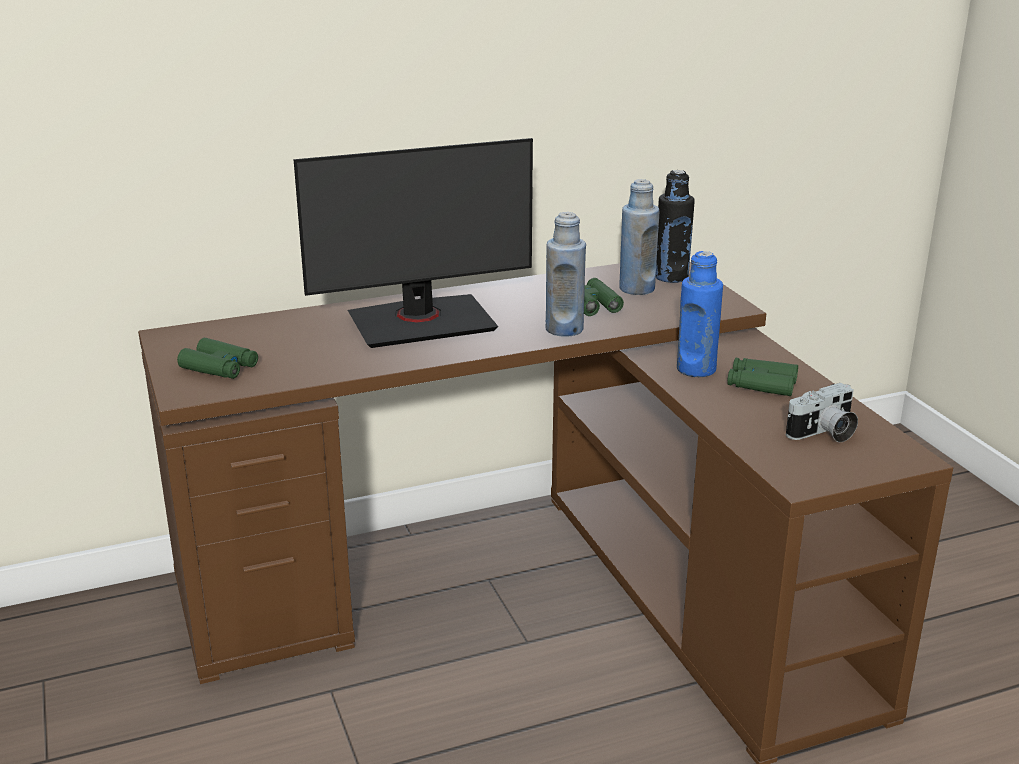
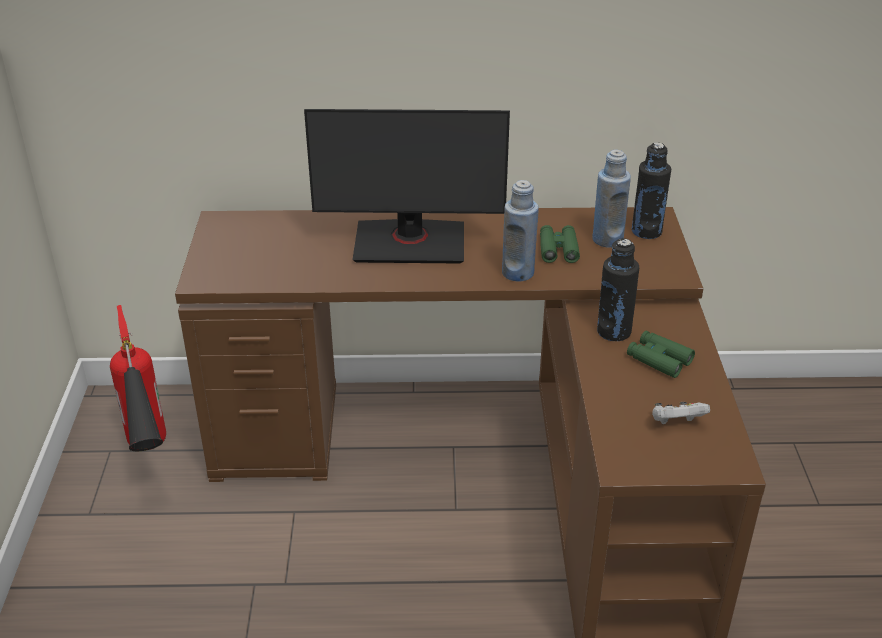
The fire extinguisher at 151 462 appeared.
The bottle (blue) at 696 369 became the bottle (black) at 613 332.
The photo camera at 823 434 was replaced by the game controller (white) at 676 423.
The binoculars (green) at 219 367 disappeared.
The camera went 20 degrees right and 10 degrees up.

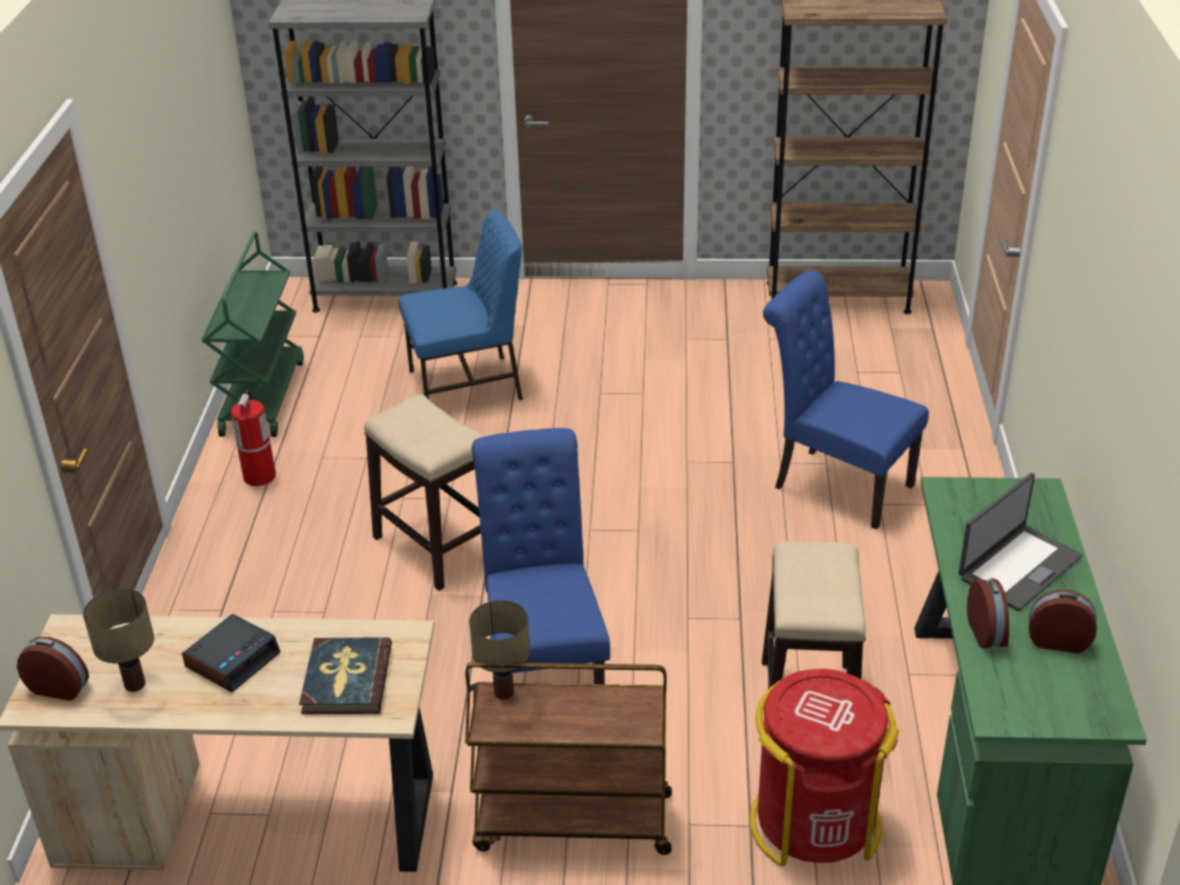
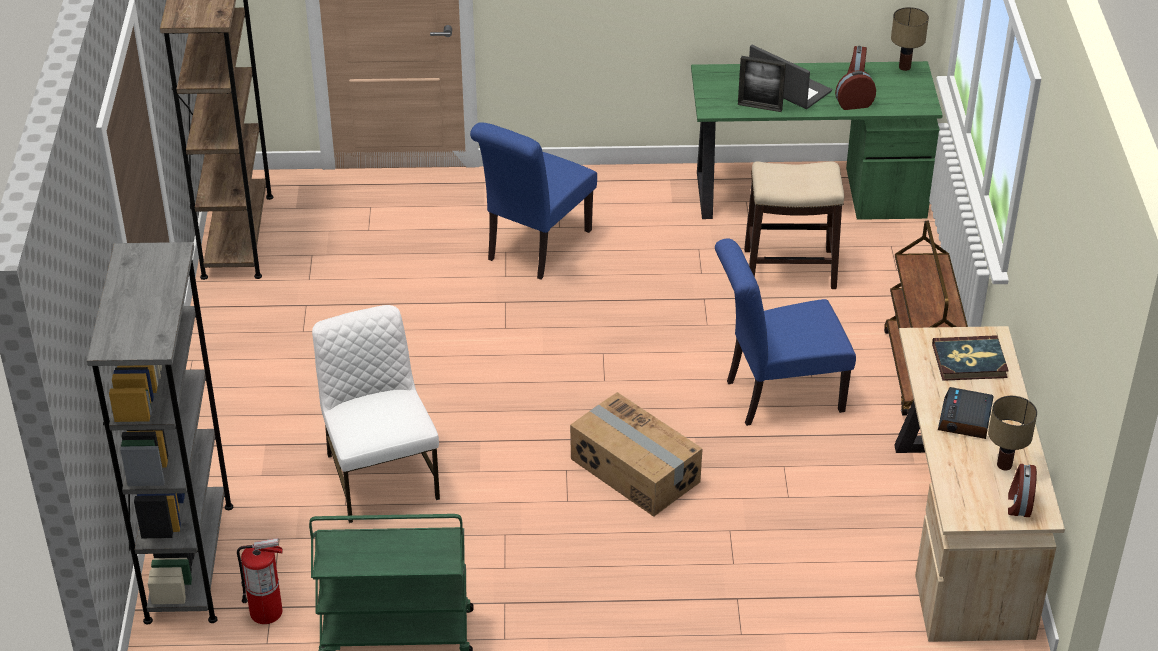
The fire extinguisher moved from 259 477 to 266 612.
The chair (blue) at 468 386 became the chair (white) at 380 475.
The stool at 436 545 was replaced by the cardboard box at 634 471.
The picture frame at 760 107 appeared.
The table lamp moved from 503 692 to 904 67.
The alarm clock at 233 659 turned 105 degrees counterclockwise.
The trash can (red) at 814 823 disappeared.
The camera went 95 degrees left and 5 degrees up.

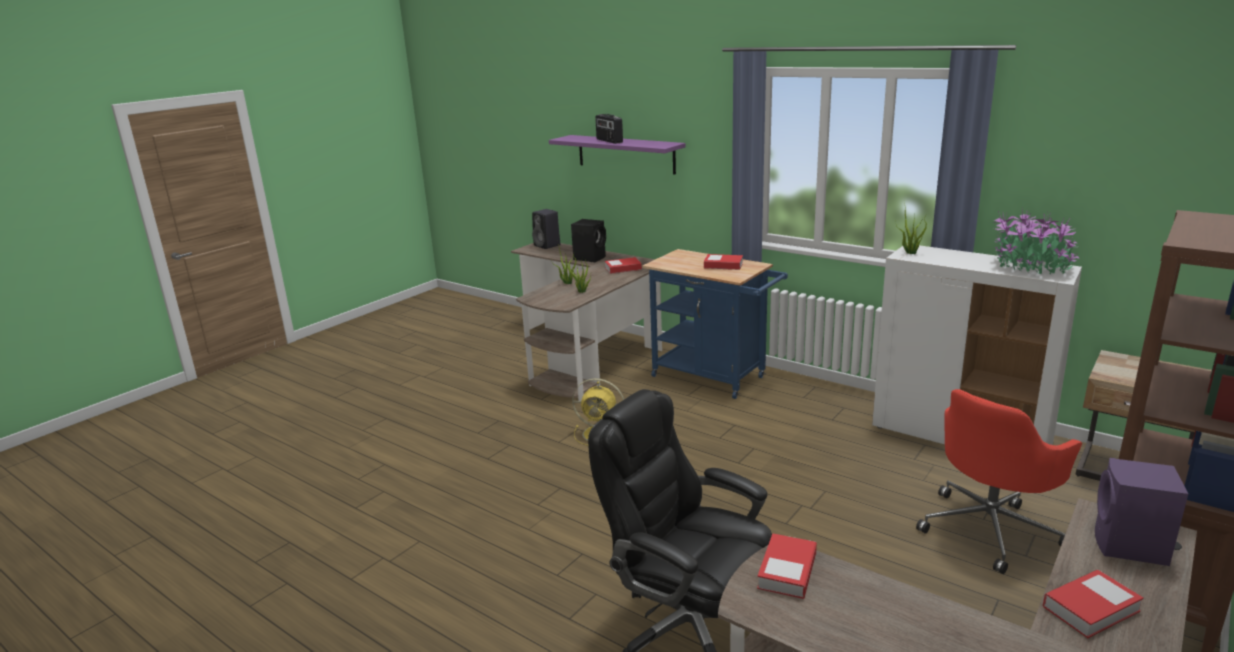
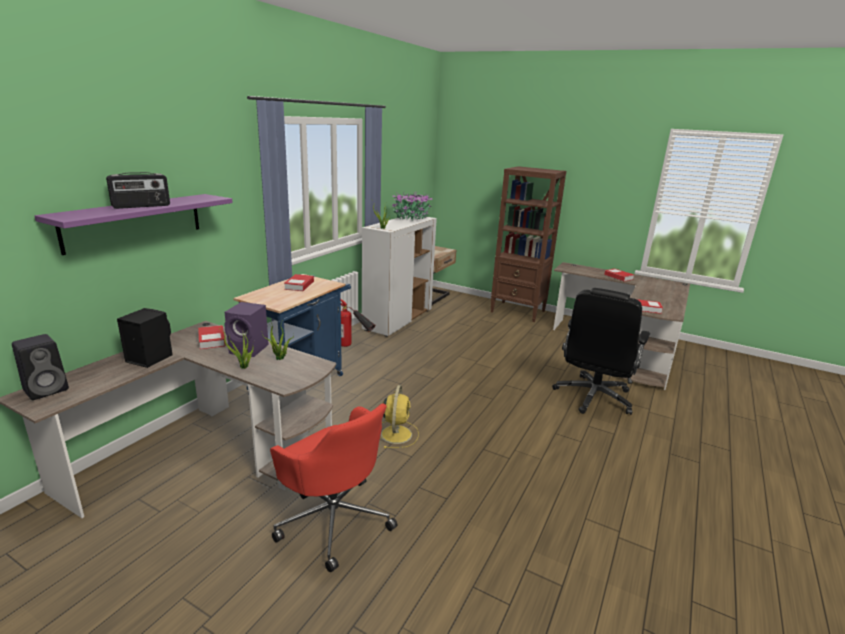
The speaker (purple) moved from 1129 547 to 250 349.
The office chair (red) moved from 990 528 to 333 519.
The fire extinguisher at 354 347 appeared.
The camera went 100 degrees left and 0 degrees up.

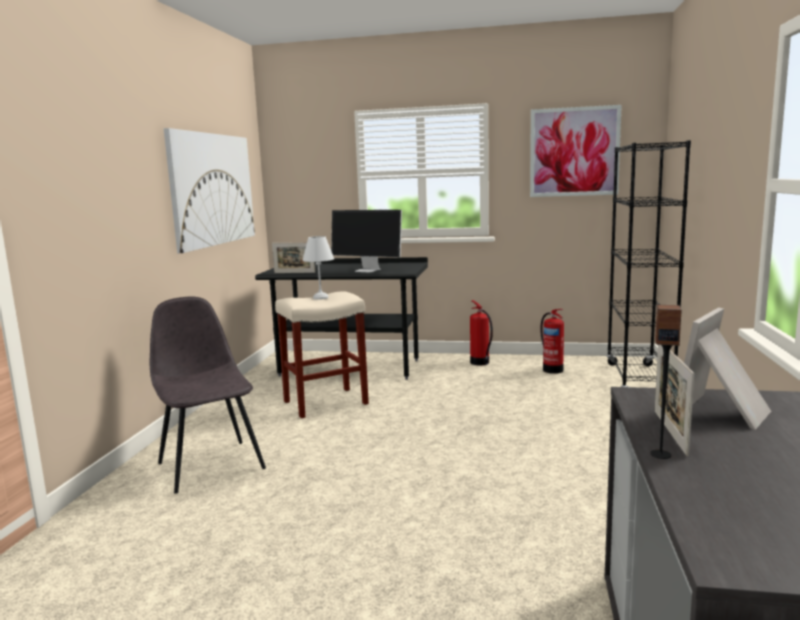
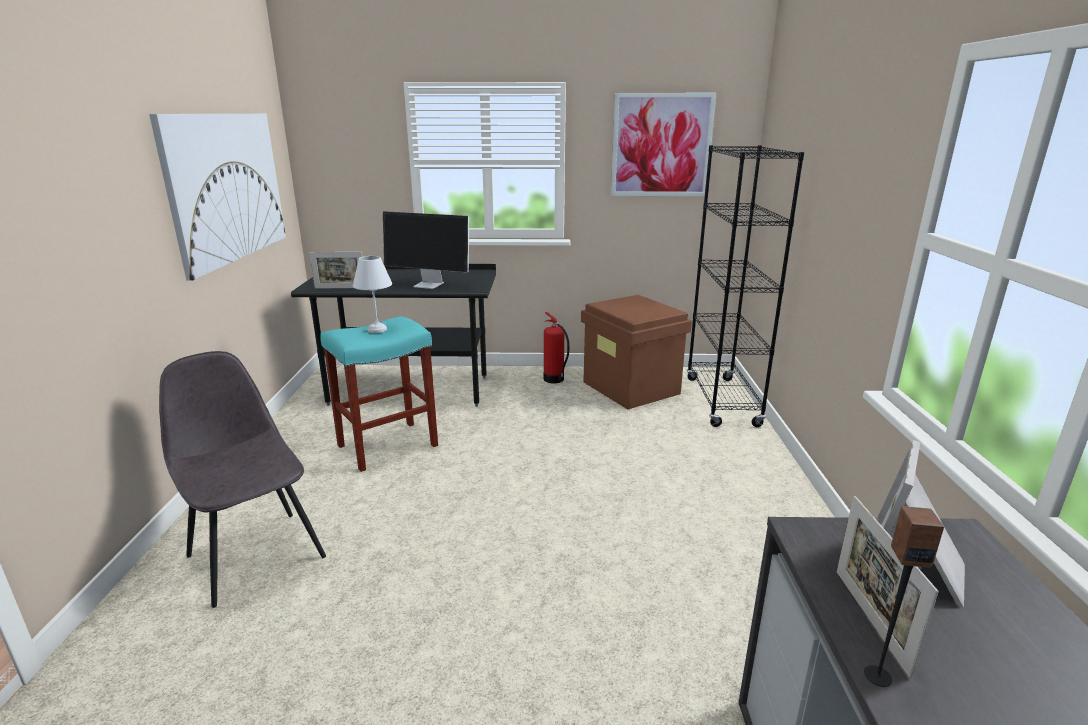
The stool (beige) at 324 403 became the stool (turquoise) at 386 446.
The fire extinguisher at 552 369 was replaced by the storage box (brown) at 632 388.
The camera went 10 degrees left and 10 degrees up.

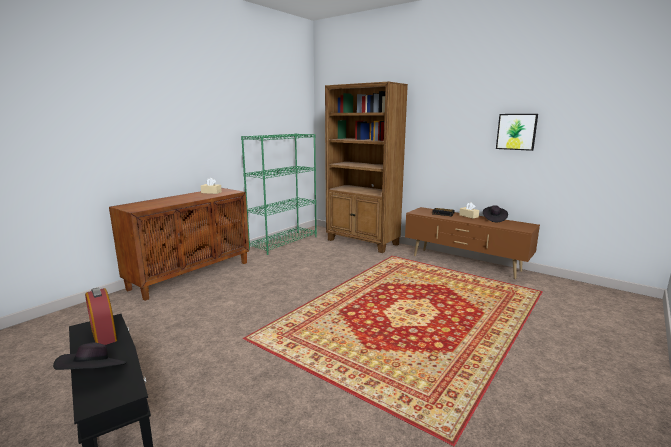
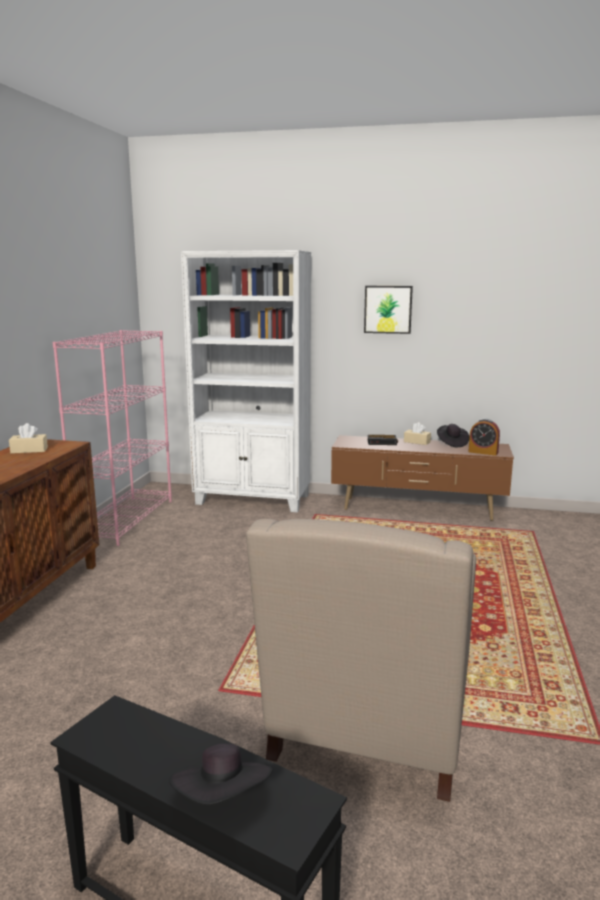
The bookcase (green) at 284 242 became the bookcase (pink) at 126 519.
The bookcase (brown) at 362 242 became the bookcase (white) at 253 500.
The armchair (beige) at 370 724 appeared.
The picture moved from 516 131 to 388 309.
The alarm clock moved from 104 335 to 483 452.
The camera went 25 degrees left and 0 degrees up.

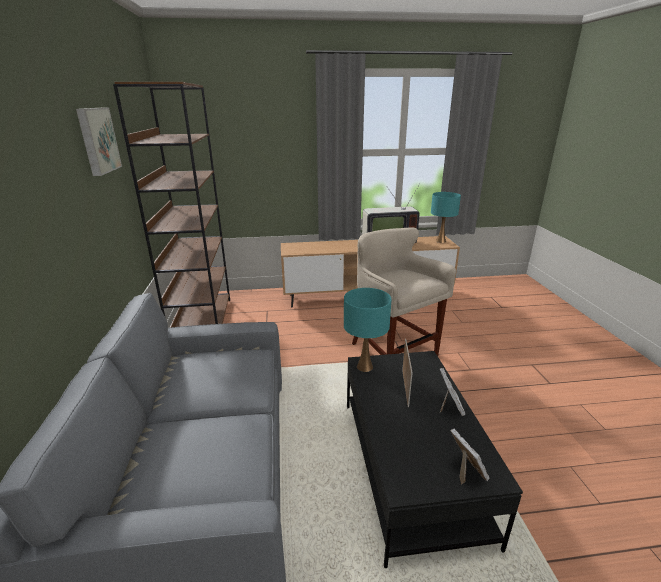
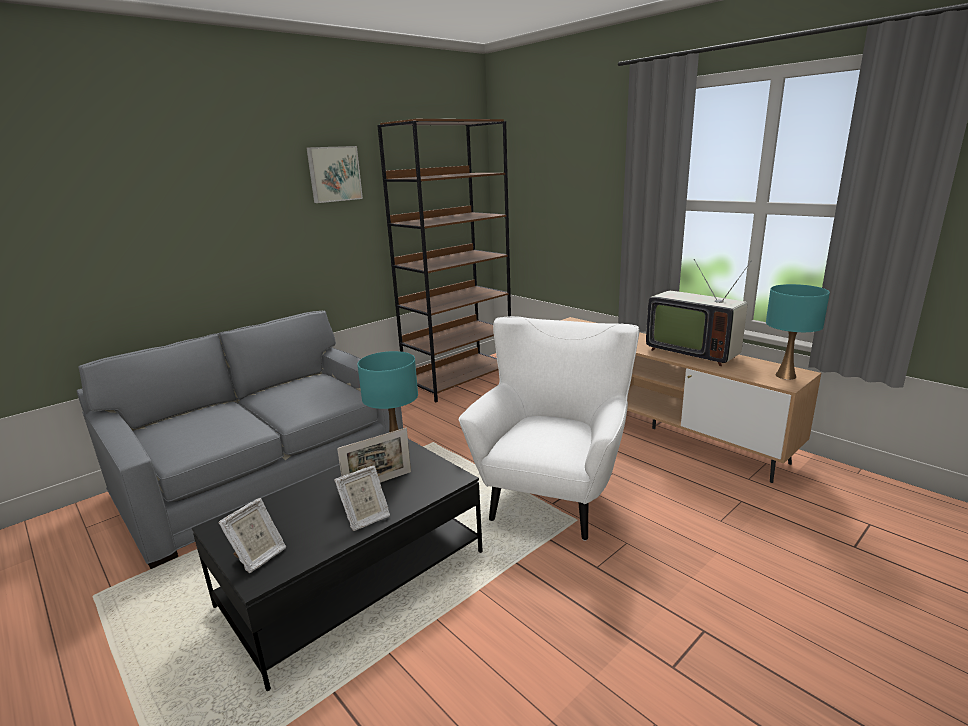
The stool (beige) at 393 351 was replaced by the armchair (white) at 554 492.
The camera went 55 degrees right and 5 degrees down.

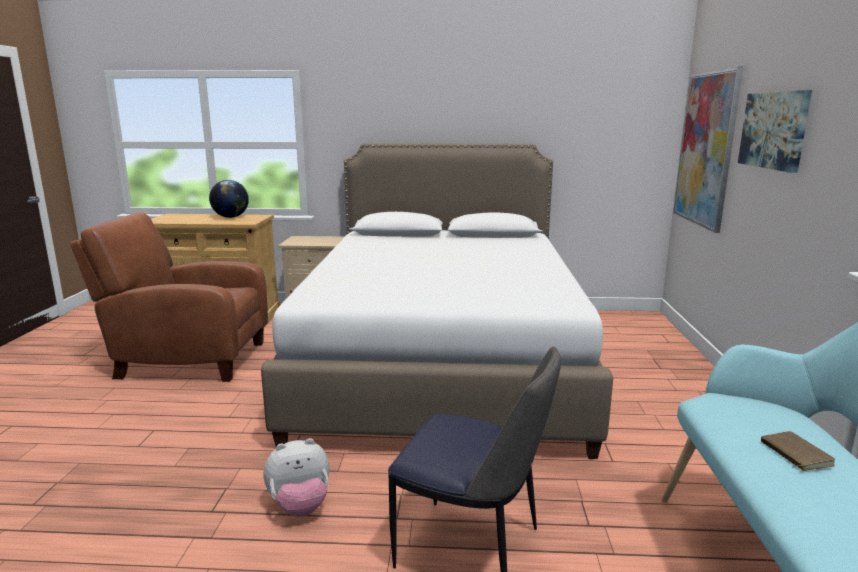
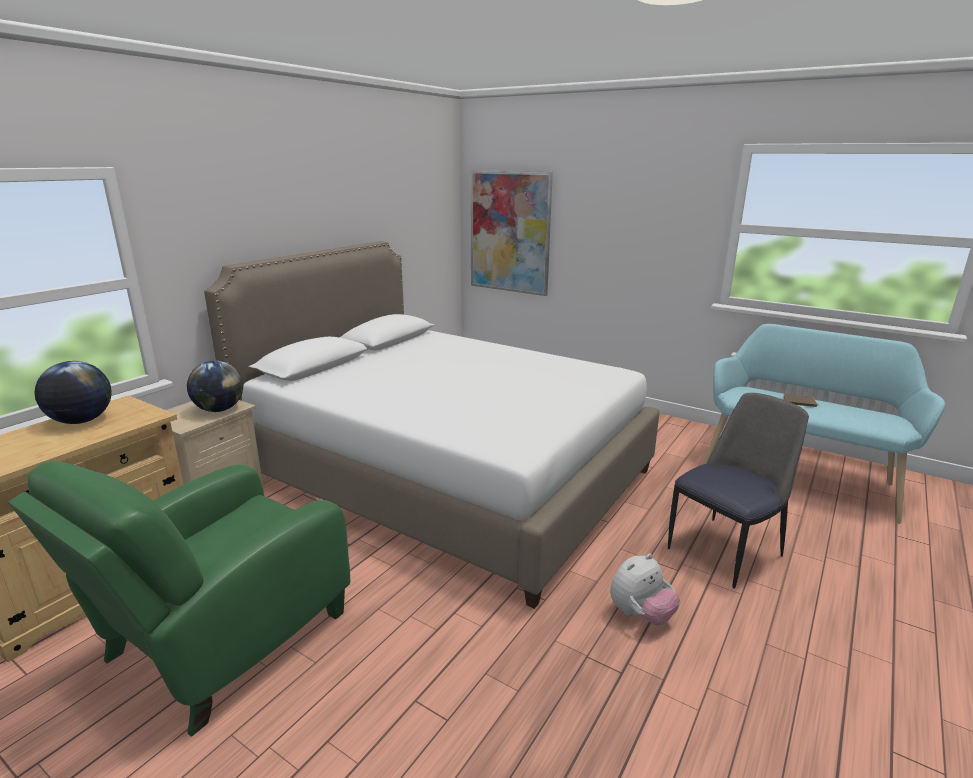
The armchair (brown) at 188 359 became the armchair (green) at 222 640.
The globe at 219 409 appeared.
The plush toy at 300 506 turned 45 degrees clockwise.
The picture at 774 130 disappeared.
The camera went 60 degrees left and 5 degrees up.

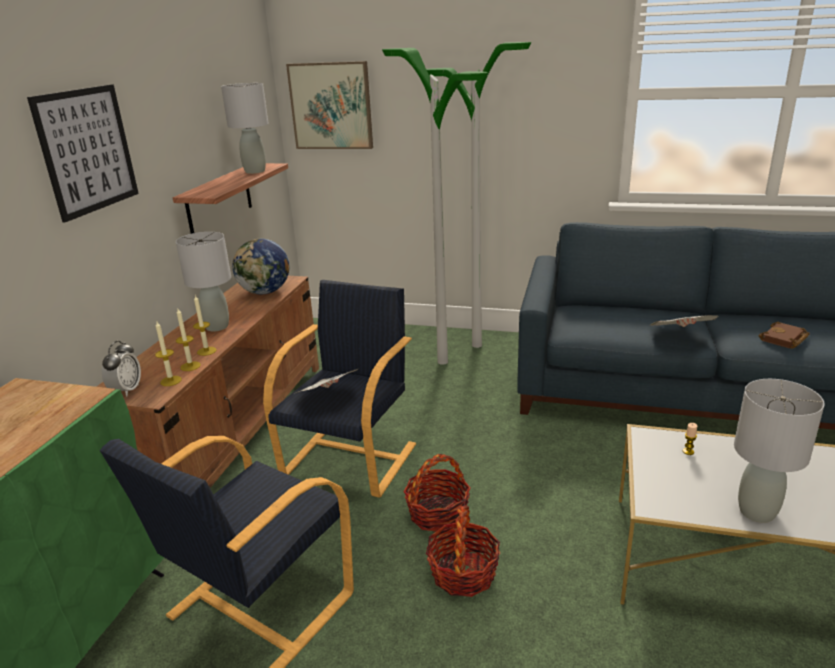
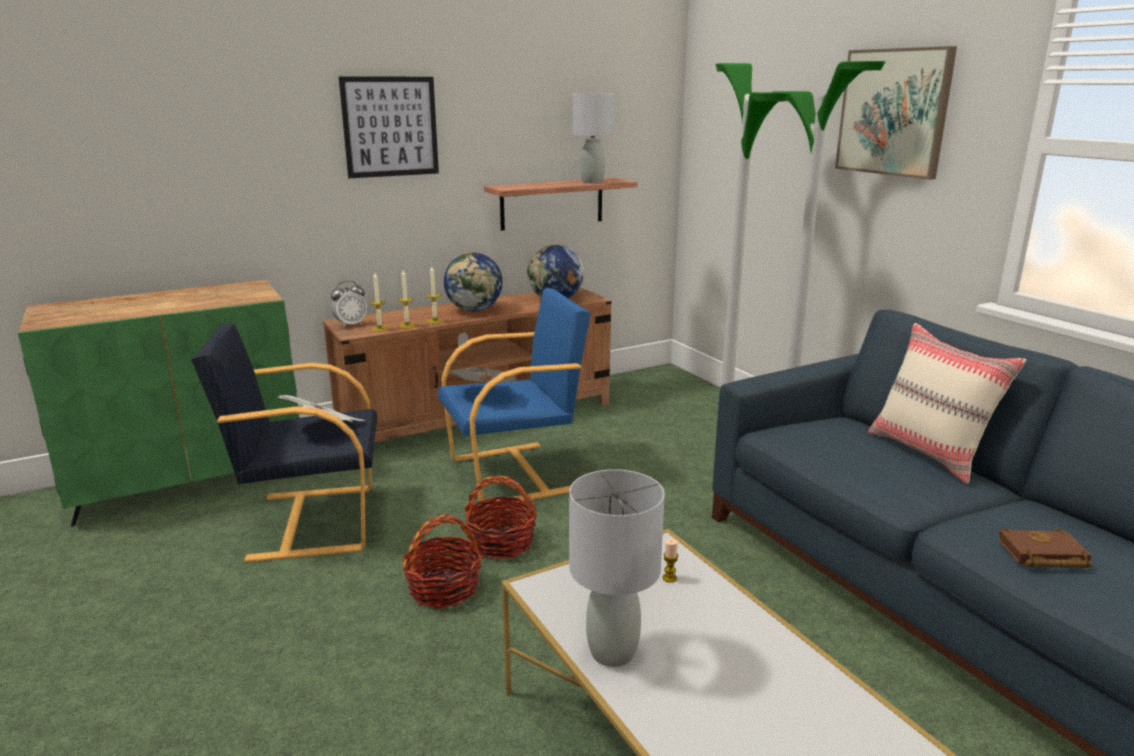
The newspaper moved from 680 336 to 324 428.
The armchair (black) at 351 458 became the armchair (blue) at 515 474.
The table lamp (grey) at 217 326 was replaced by the globe at 474 310.
The picture moved from 331 106 to 893 112.
The pillow (beige) at 929 453 appeared.
The camera went 45 degrees right and 5 degrees down.

